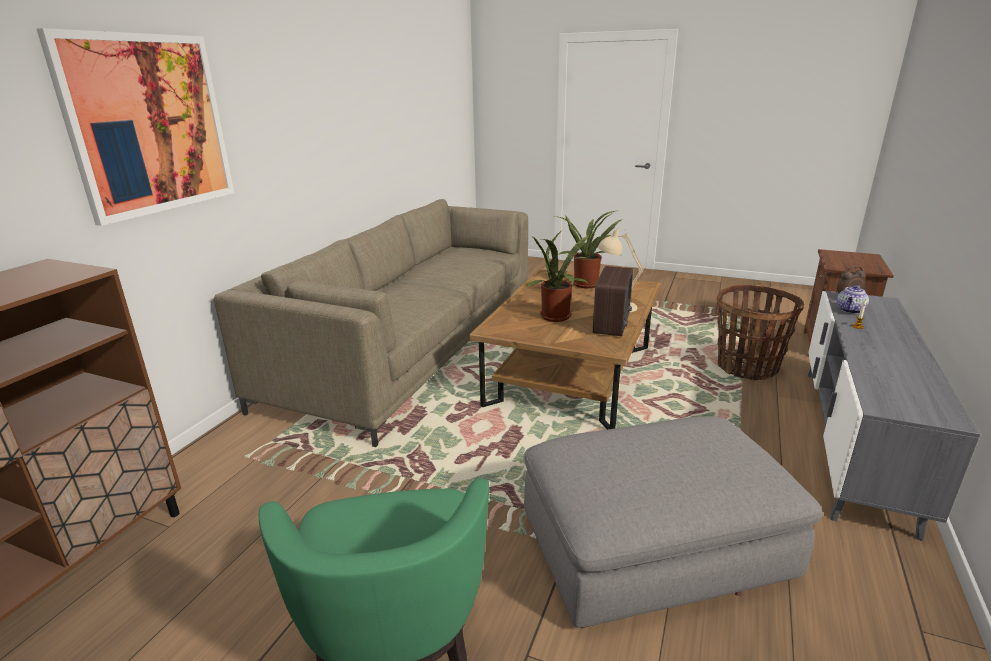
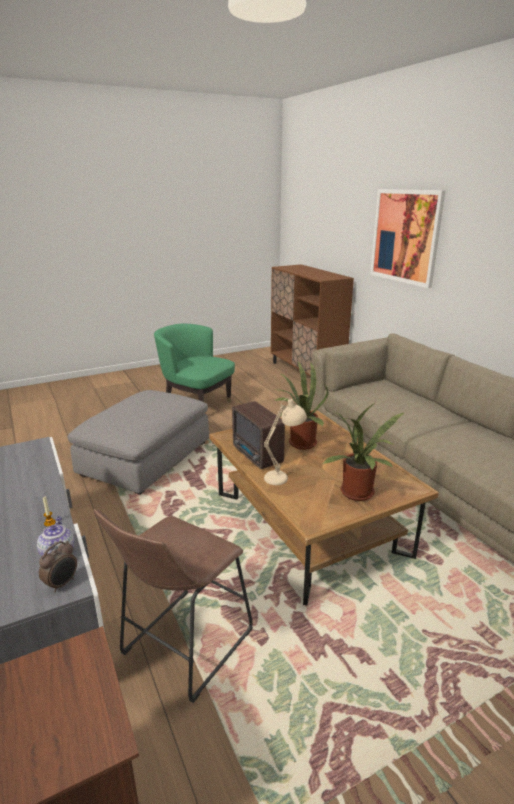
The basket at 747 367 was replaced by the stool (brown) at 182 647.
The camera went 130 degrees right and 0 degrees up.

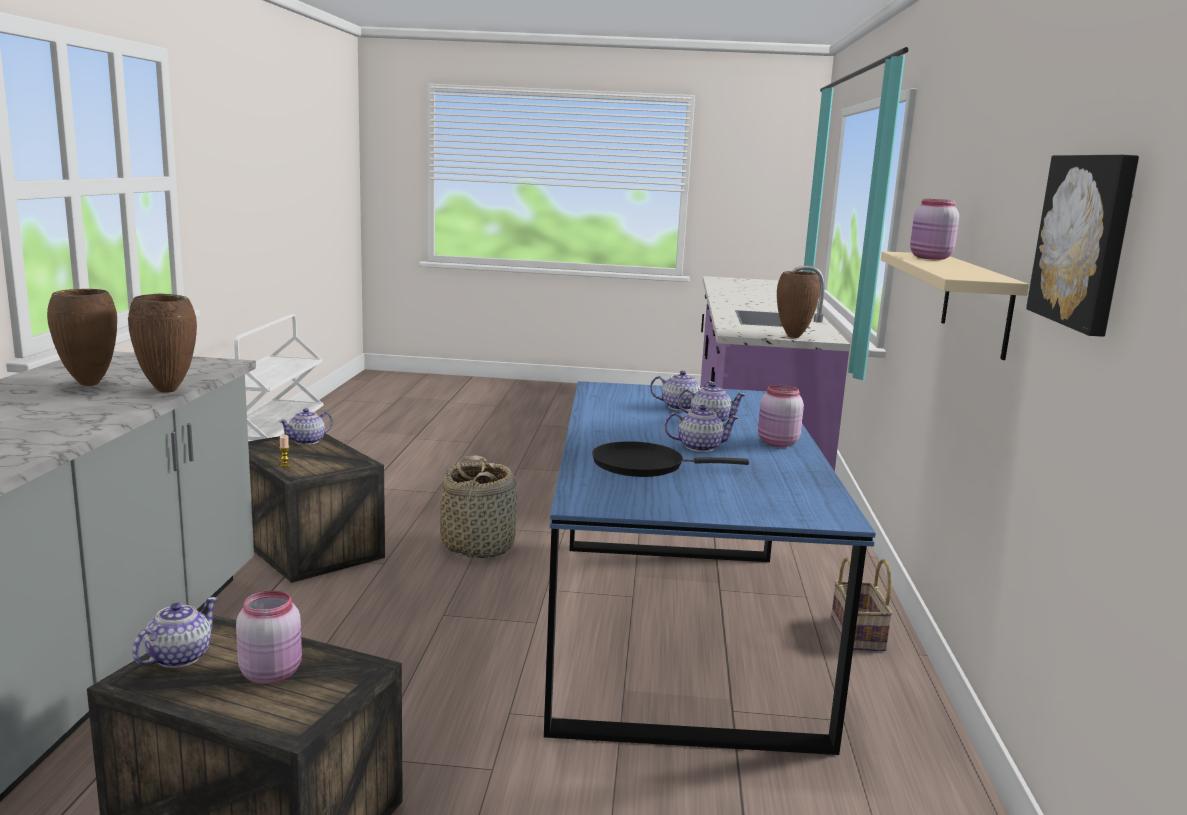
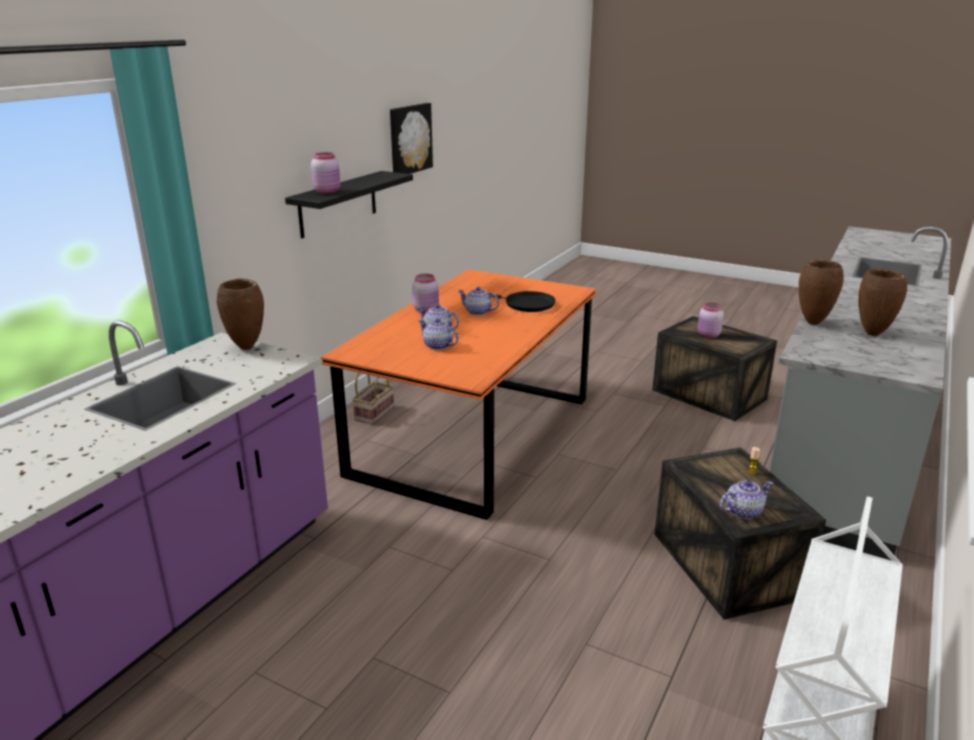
The shelf (beige) at 976 303 became the shelf (black) at 338 204.
The dining table (blue) at 674 628 became the dining table (orange) at 475 435.
The teapot at 178 657 disappeared.
The basket at 478 545 disappeared.
The camera went 155 degrees left and 10 degrees up.

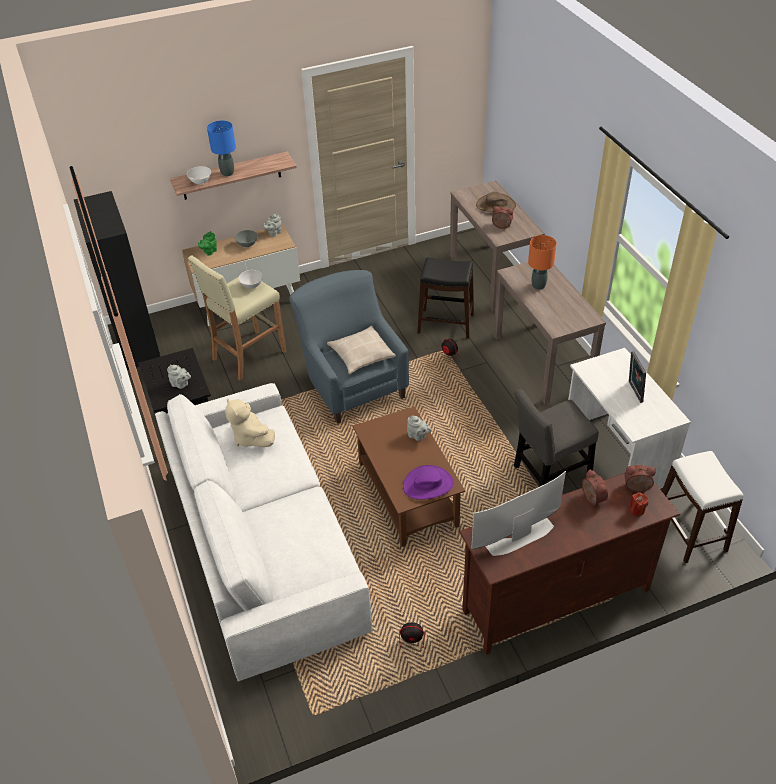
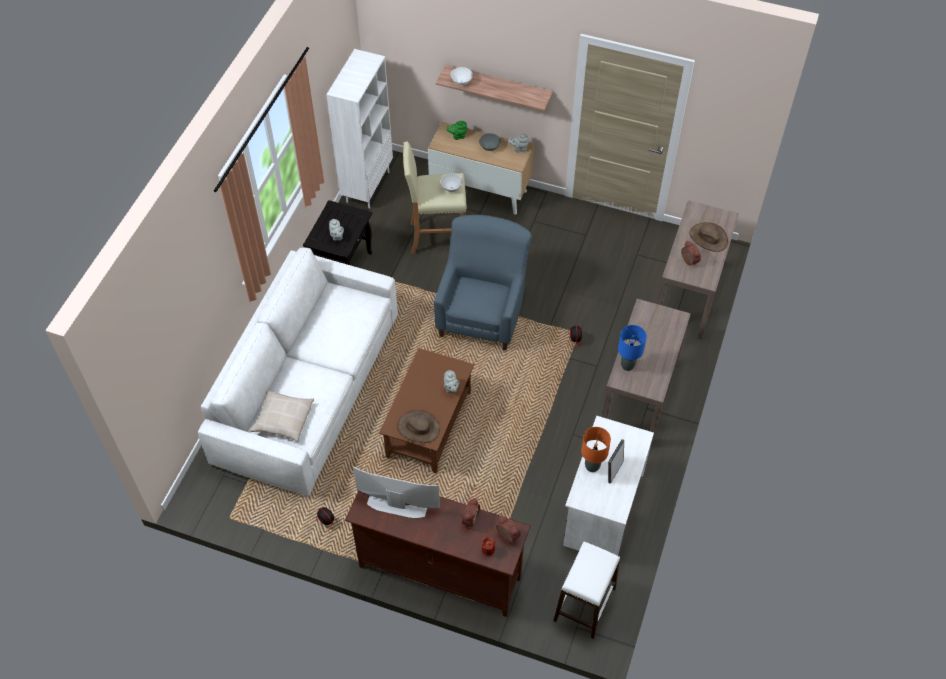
The pillow (beige) moved from 361 355 to 283 419.
The bookcase (black) at 139 356 became the bookcase (white) at 367 186.
The hat (purple) at 428 484 became the hat (brown) at 418 428.
The table lamp (orange) moved from 538 286 to 592 467.
The table lamp (blue) moved from 227 173 to 627 366.
The plush toy (beige) at 251 437 disappeared.
The stool (black) at 445 323 disappeared.
The chair (grey) at 549 473 disappeared.
The camera went 40 degrees right and 10 degrees up.

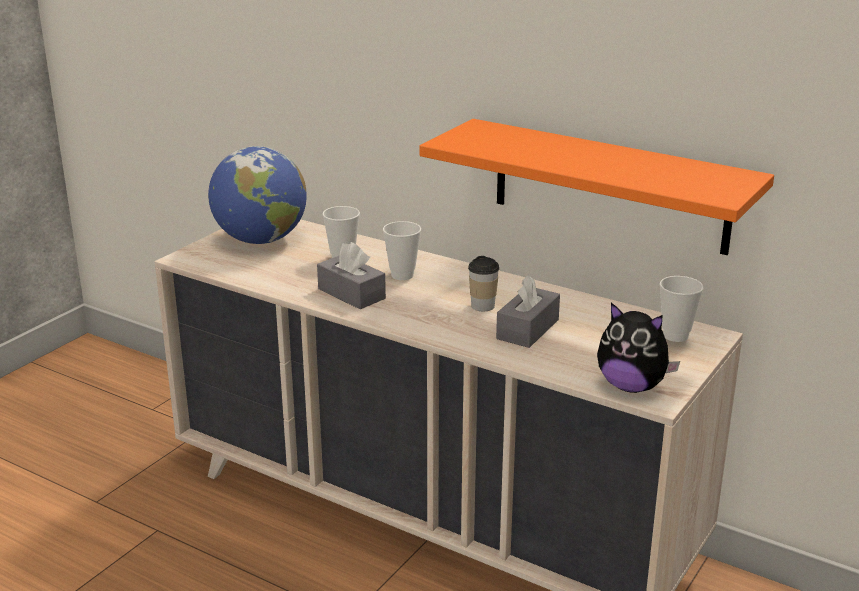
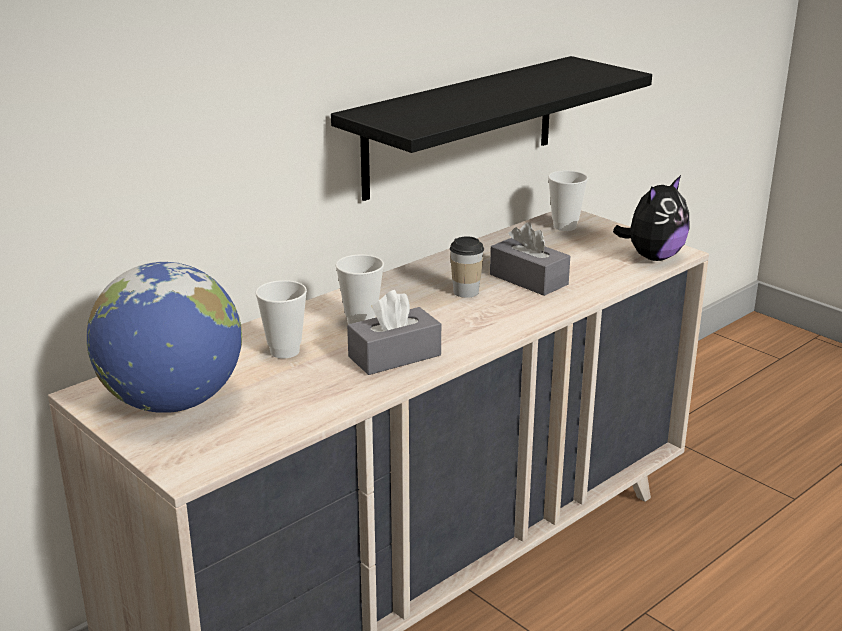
The shelf (orange) at 610 186 became the shelf (black) at 461 126.
The camera went 75 degrees left and 0 degrees up.

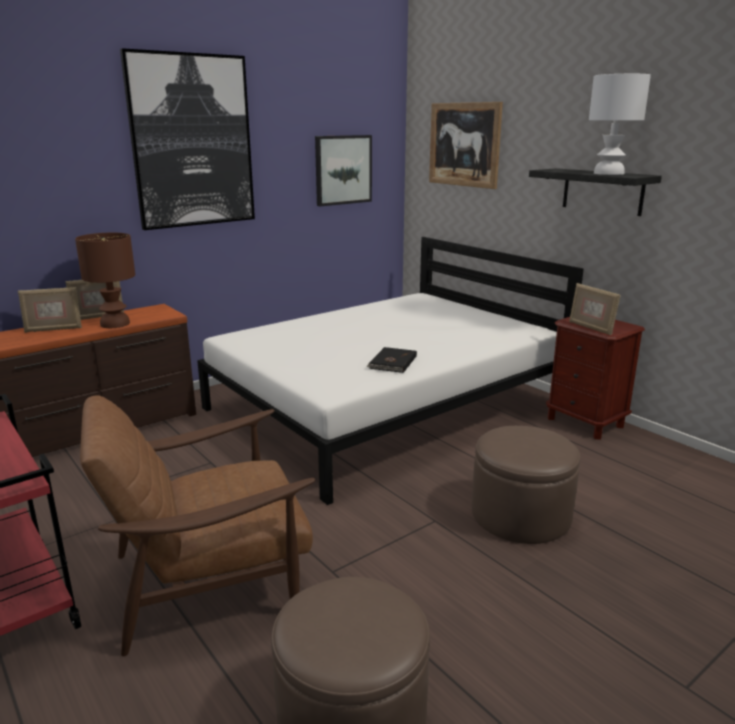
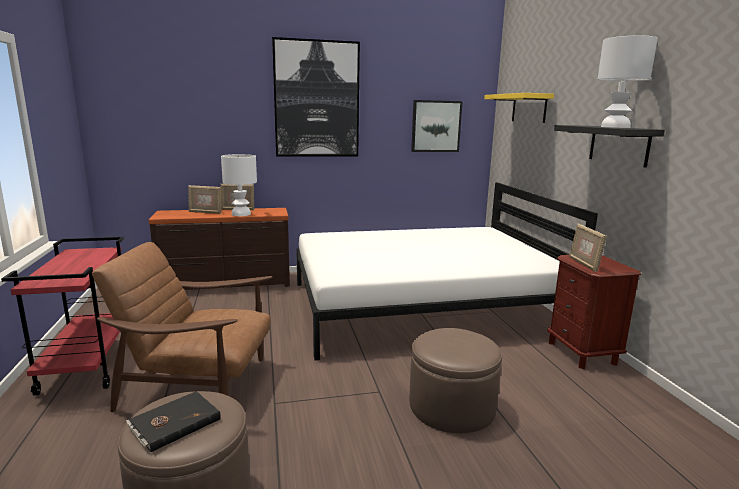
The book (black) moved from 392 362 to 174 423.
The table lamp (brown) at 115 324 became the table lamp (white) at 241 214.
The picture at 464 144 was replaced by the shelf (yellow) at 529 108.
The camera went 25 degrees right and 5 degrees down.

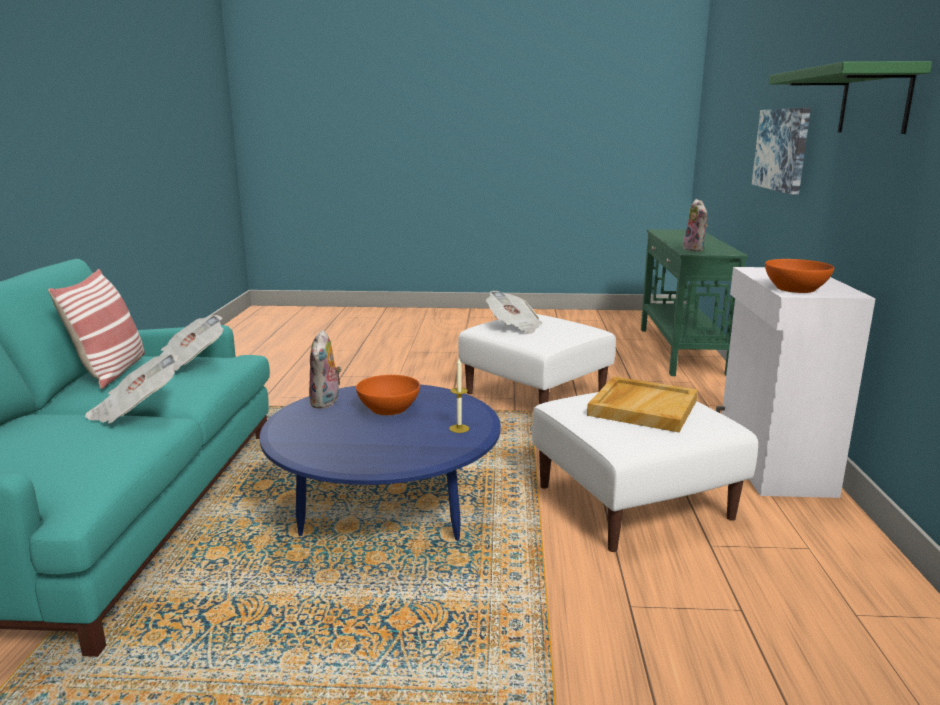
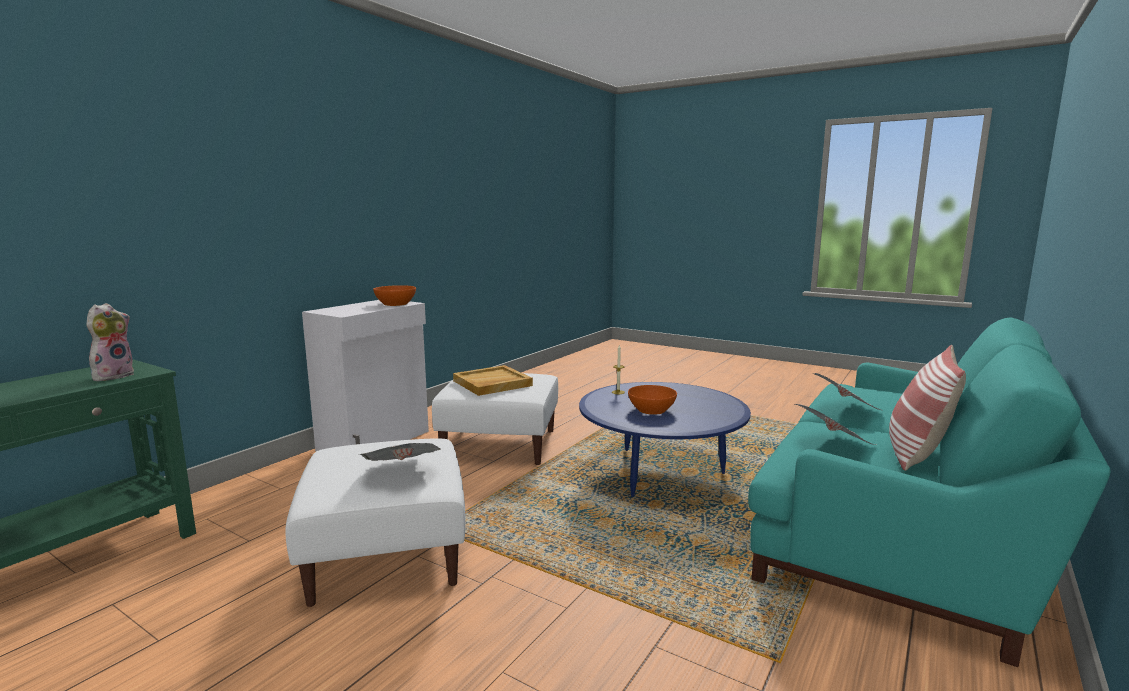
The plush toy at 326 403 disappeared.
The picture at 782 149 disappeared.
The shelf (green) at 874 101 disappeared.
The camera went 150 degrees left and 5 degrees down.

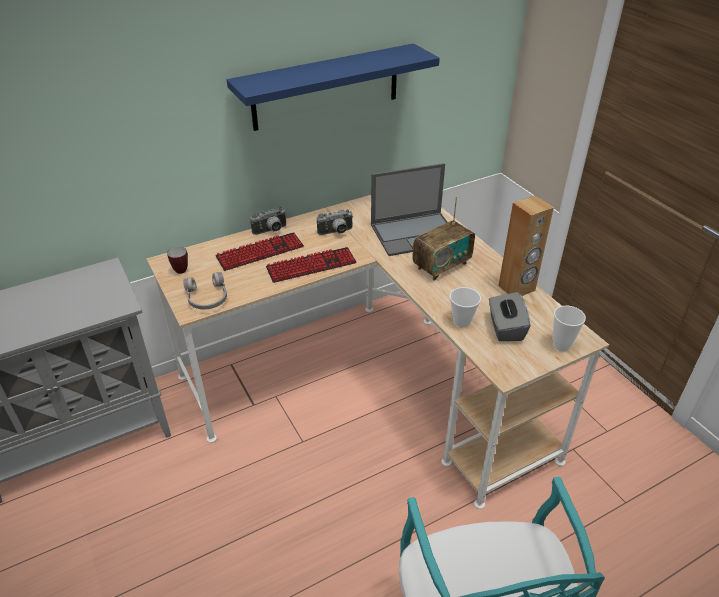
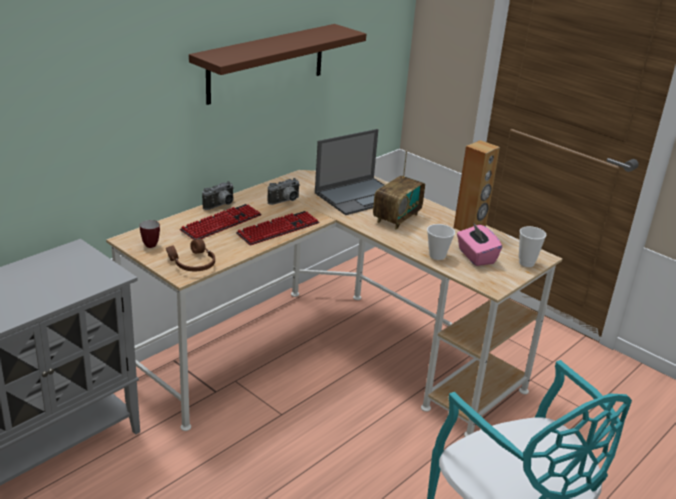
The headphones (grey) at 207 298 became the headphones (brown) at 192 264.
The shelf (blue) at 326 87 became the shelf (brown) at 266 63.
The tissue box (grey) at 505 328 became the tissue box (pink) at 476 256.
The camera went 20 degrees left and 10 degrees down.

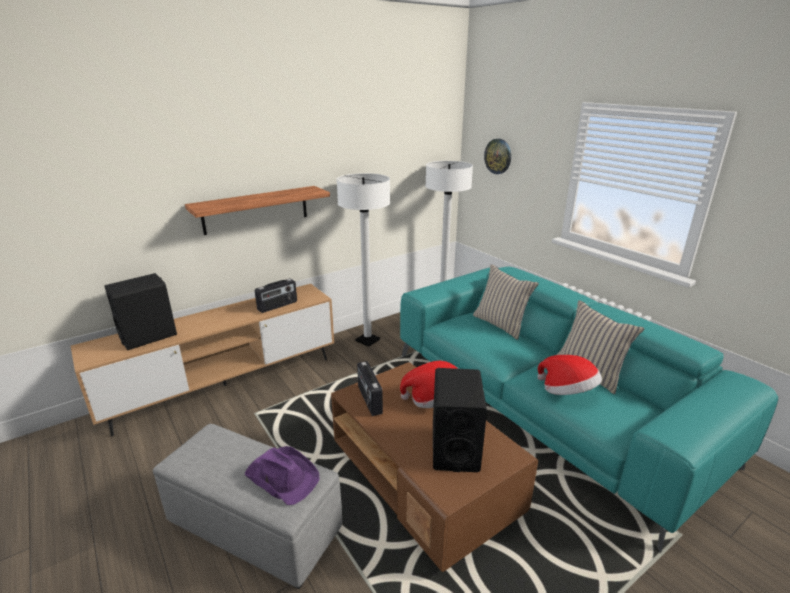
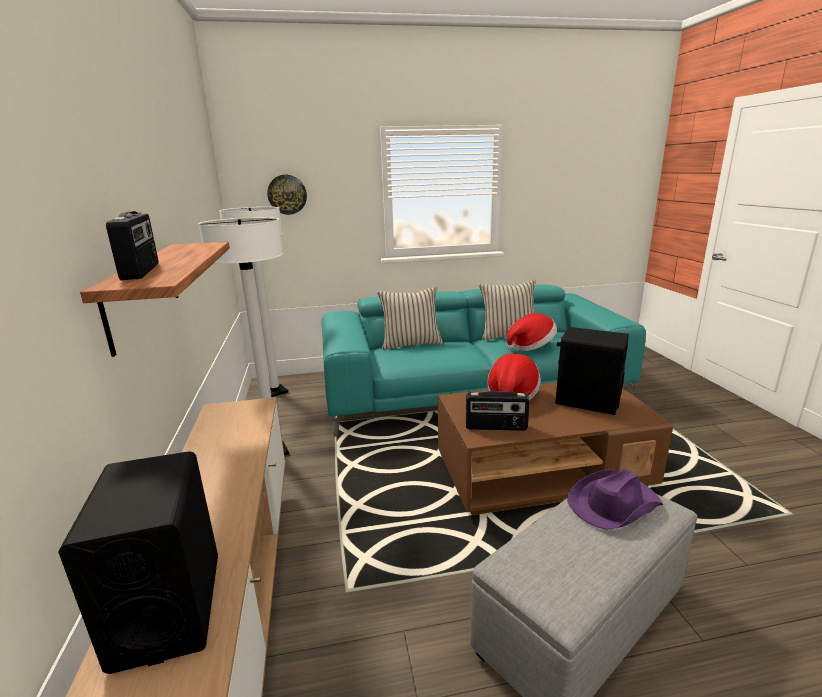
The radio moved from 278 306 to 142 271.
The camera went 65 degrees left and 5 degrees down.

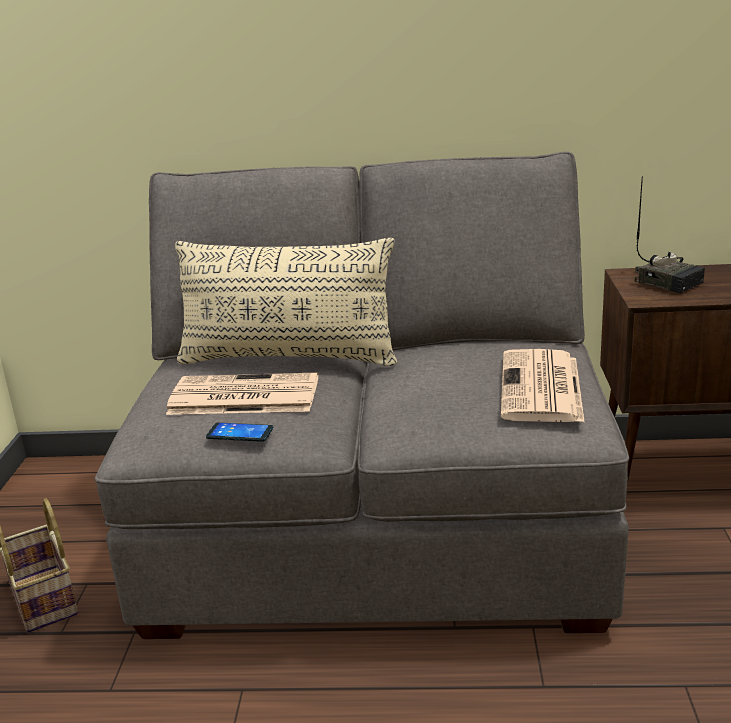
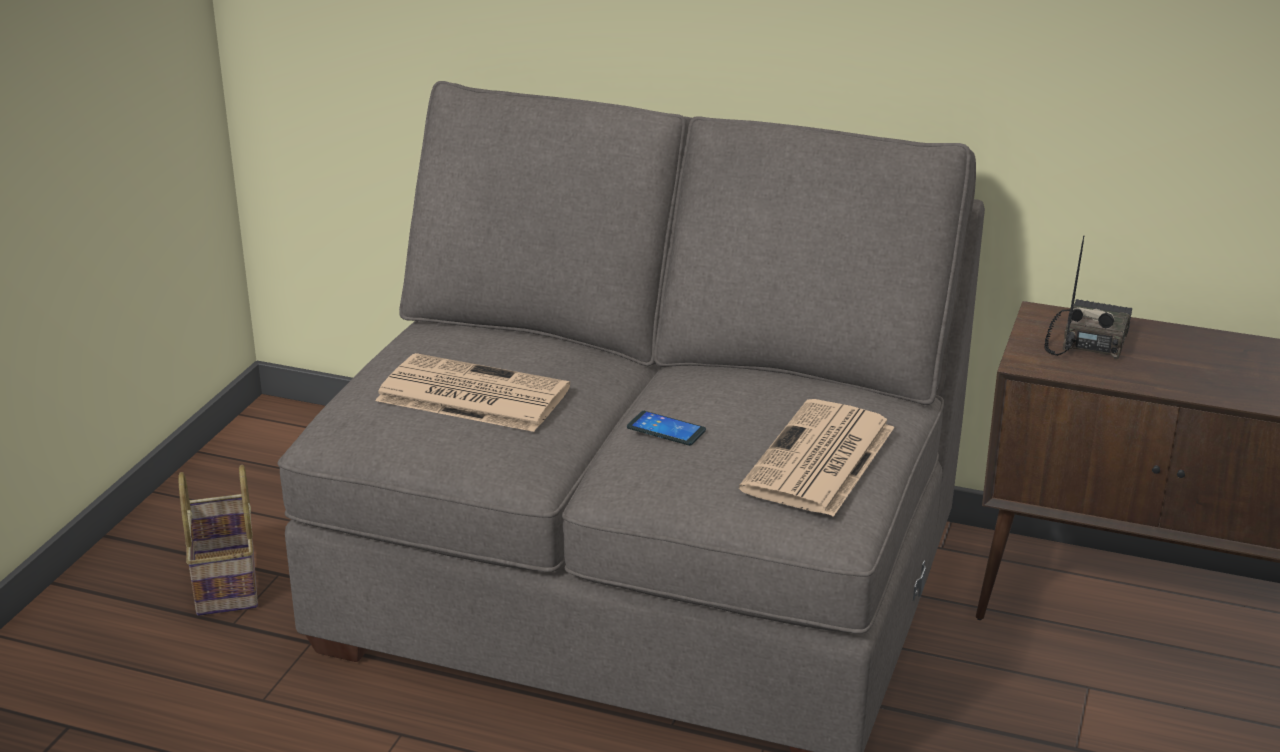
The phone moved from 240 433 to 666 429.
The radio at 669 282 turned 135 degrees counterclockwise.
The pillow (beige) at 288 358 disappeared.
The camera went 15 degrees right and 5 degrees up.

